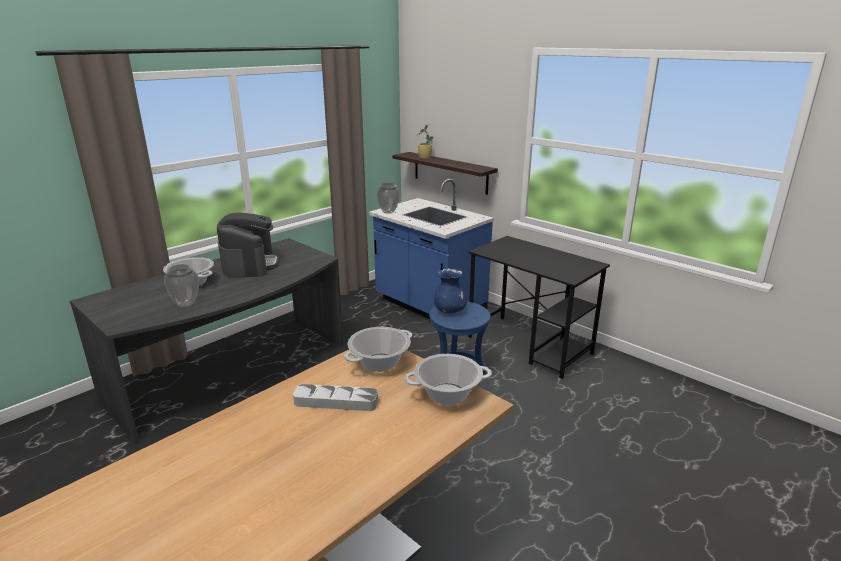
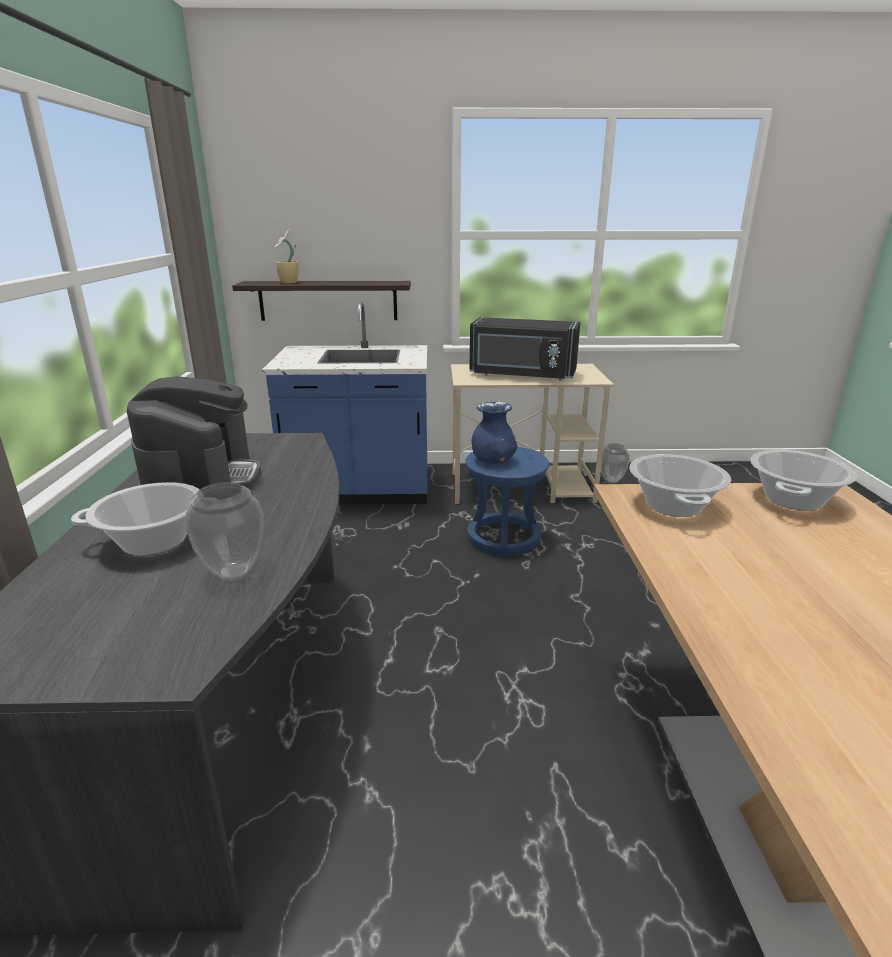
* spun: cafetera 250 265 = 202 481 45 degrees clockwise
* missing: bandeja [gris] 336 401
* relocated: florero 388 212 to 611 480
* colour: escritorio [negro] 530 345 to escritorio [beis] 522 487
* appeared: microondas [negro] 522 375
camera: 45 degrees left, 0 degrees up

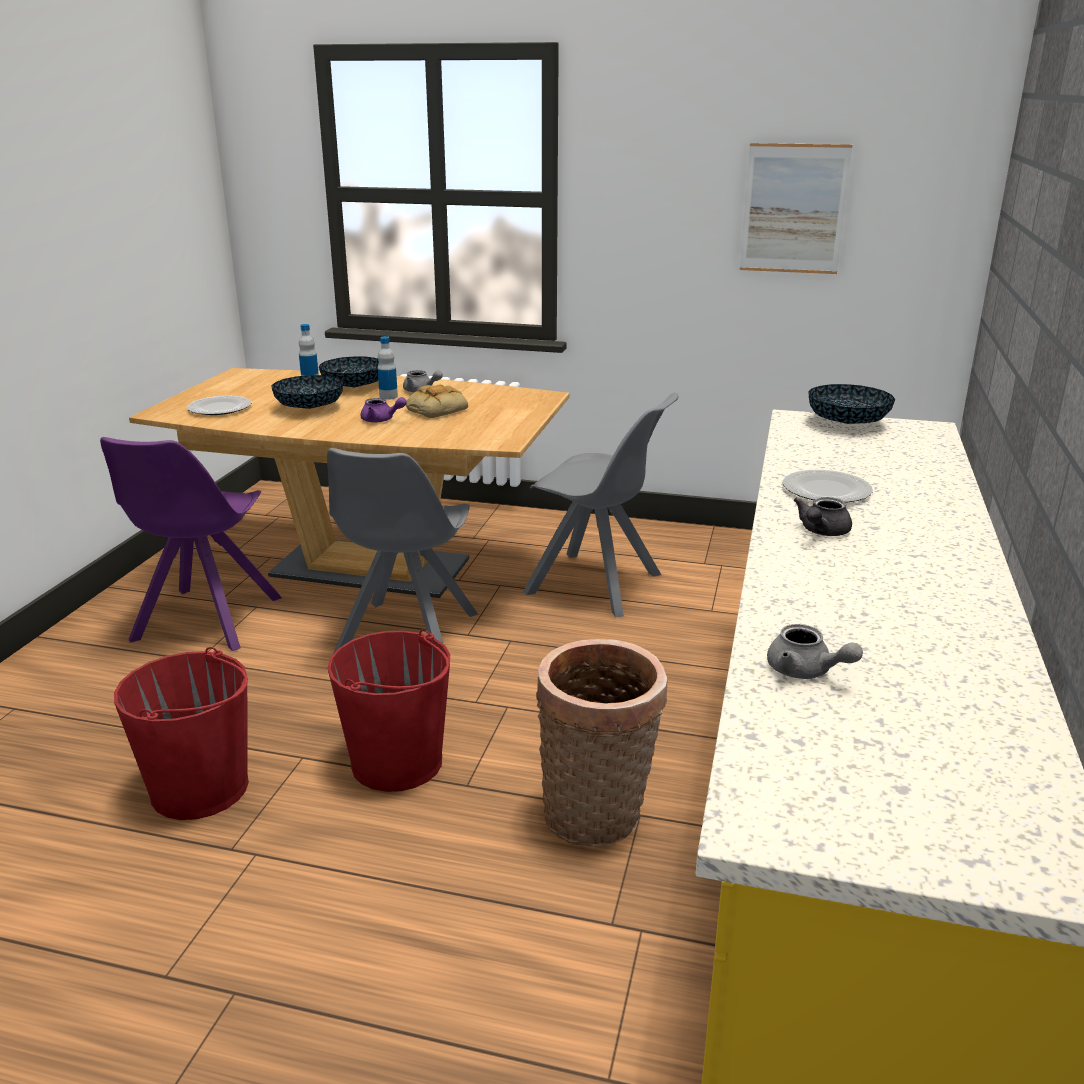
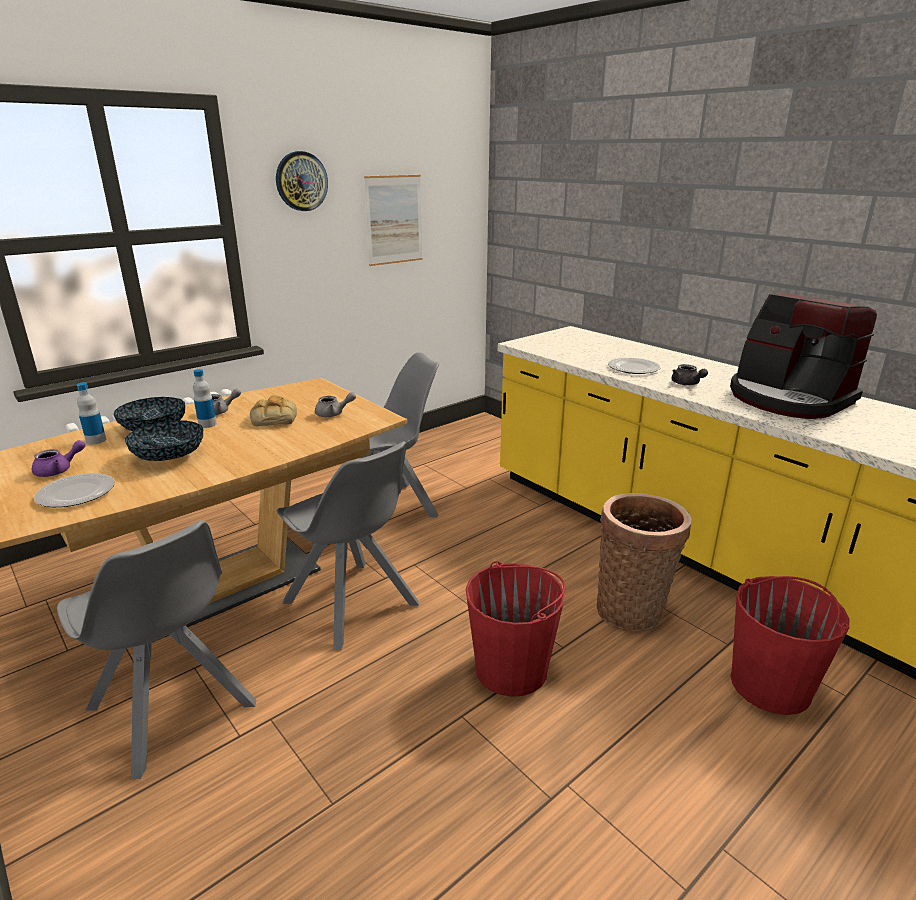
* colour: silla [morado] 205 621 to silla [gris] 173 709
* relocated: cubo [rojo] 201 788 to 771 685
* relocated: tetera [morado] 381 420 to 59 470
* relocated: tetera [gris] 806 671 to 333 414
* missing: cuenco 847 423
* appeared: reloj de pared 301 181
* appeared: cafetera 788 399
camera: 55 degrees left, 0 degrees up

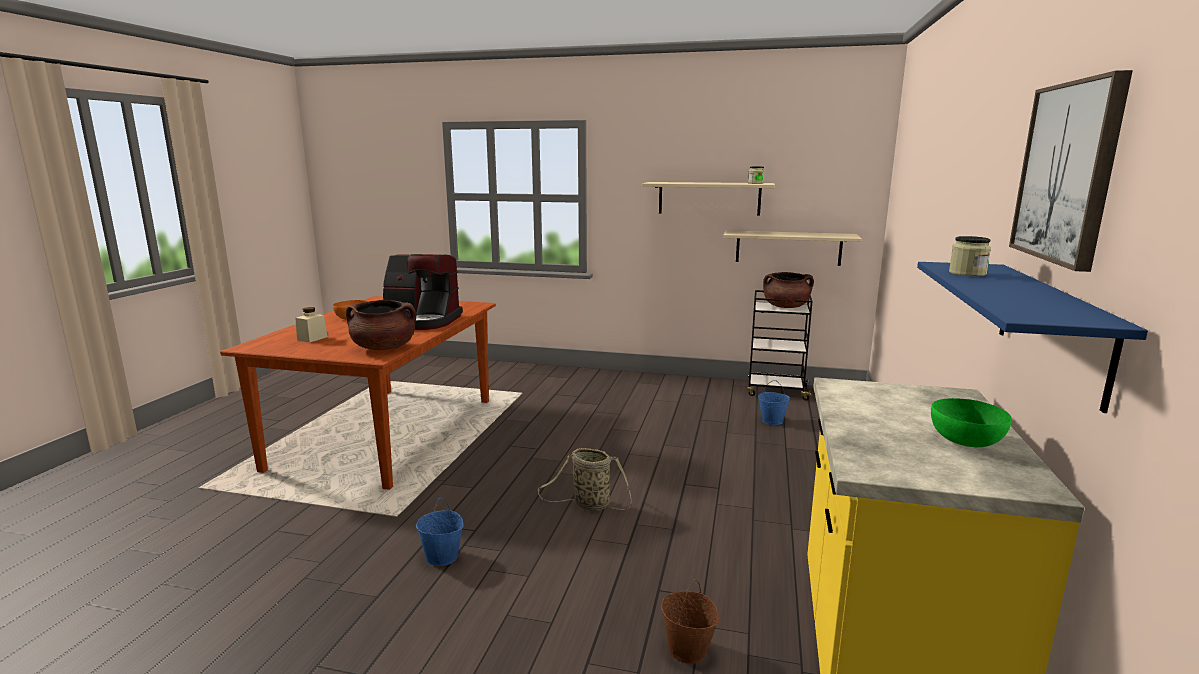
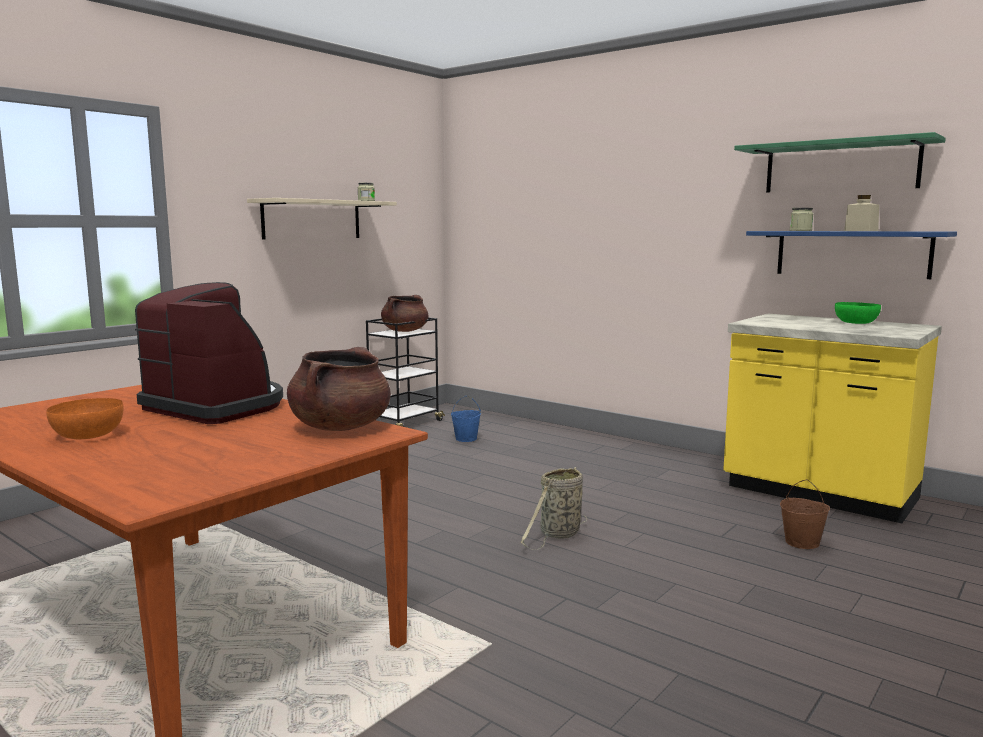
* relocated: tarro [beis] 312 338 to 861 230
* spun: cafetera 421 321 = 217 406 90 degrees counterclockwise
* missing: cubo [azul] 442 557
* missing: estante [beis] 788 247
* exchanged: cuadro 1068 172 to estante [verde] 840 167
camera: 65 degrees left, 5 degrees down

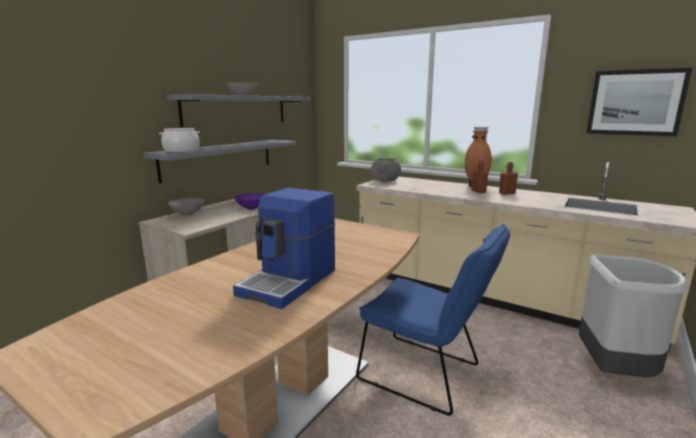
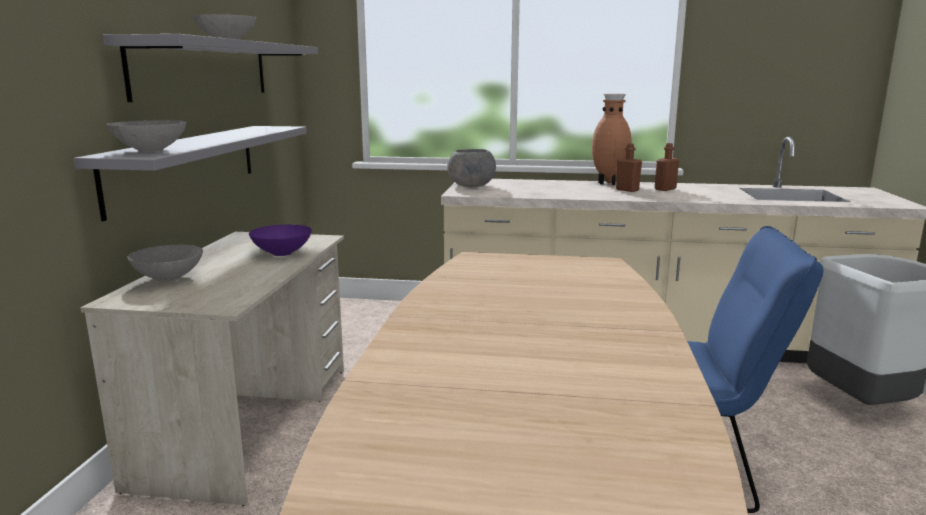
* exchanged: olla 182 150 to cuenco [gris] 151 150
* missing: cafetera 290 282
* missing: cuadro 635 102
camera: 25 degrees left, 0 degrees up

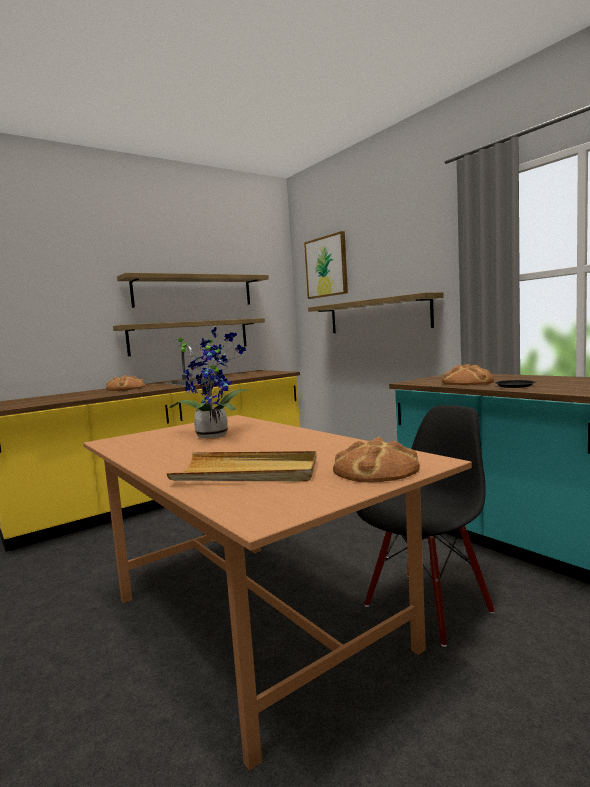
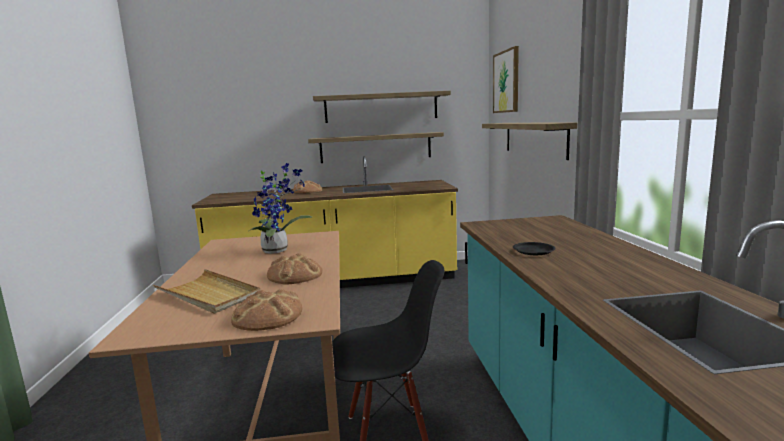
* relocated: pan 467 382 to 295 274
camera: 30 degrees right, 5 degrees up

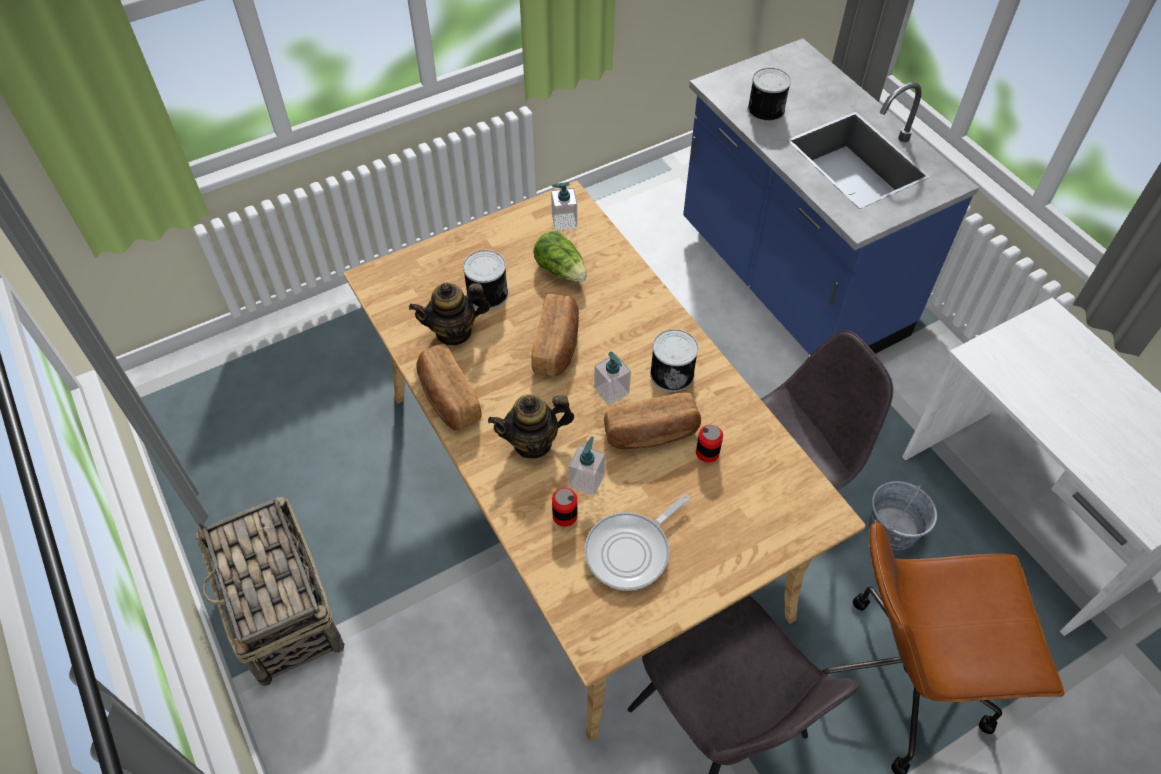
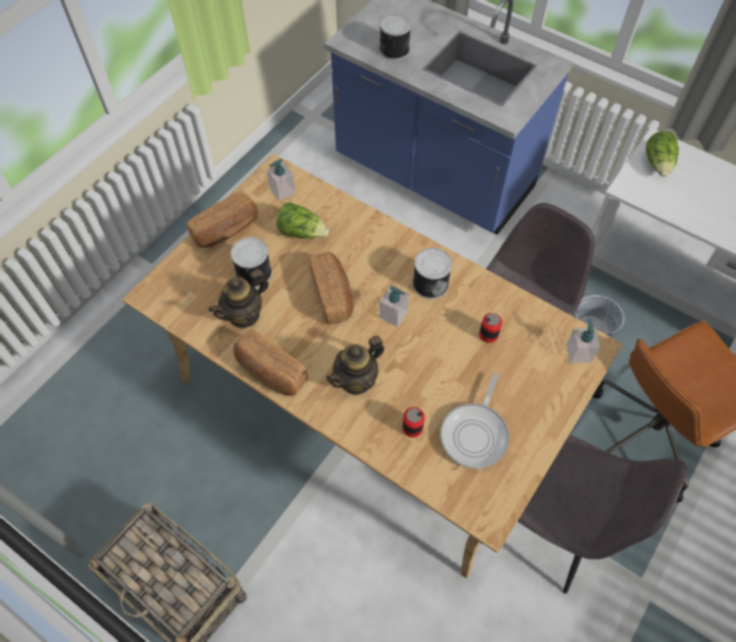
* relocated: dispensador de jabón 586 480 to 578 353
* relocated: pan 651 434 to 226 230
* appeared: lechuga 658 163
camera: 25 degrees left, 5 degrees up

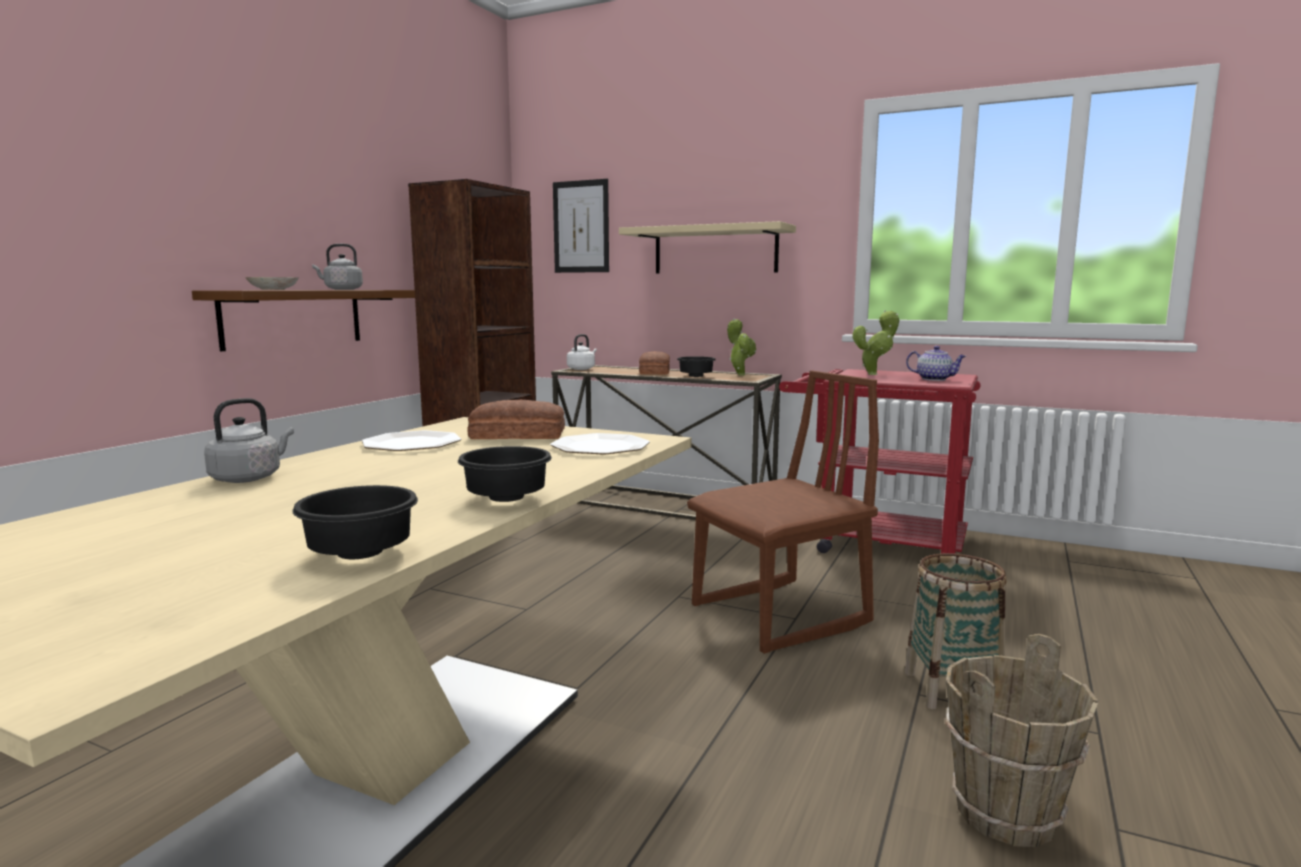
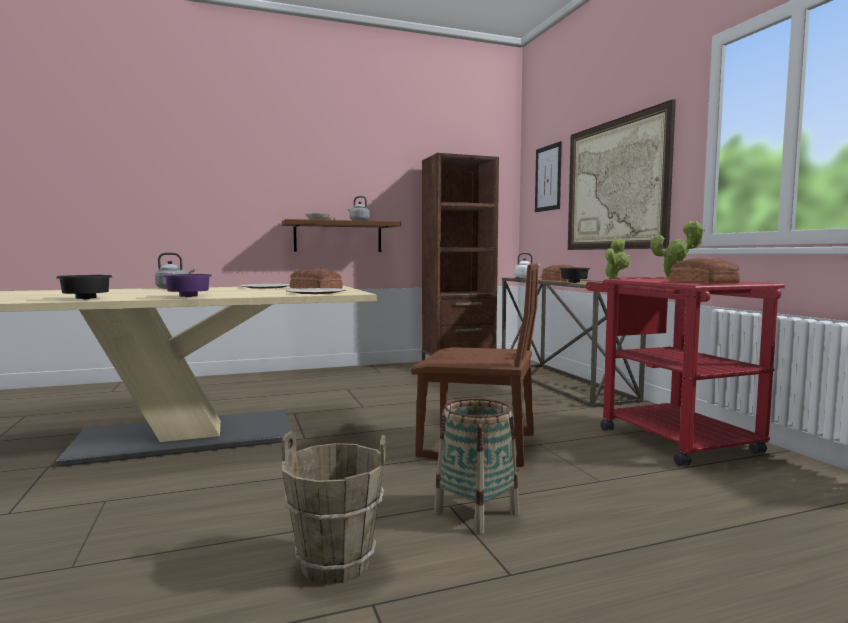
* colour: cuenco [negro] 504 499 to cuenco [morado] 186 297
* exchanged: estante [beis] 715 250 to cuadro 615 185
* exchanged: tetera 934 379 to pan 703 282
camera: 45 degrees right, 5 degrees down

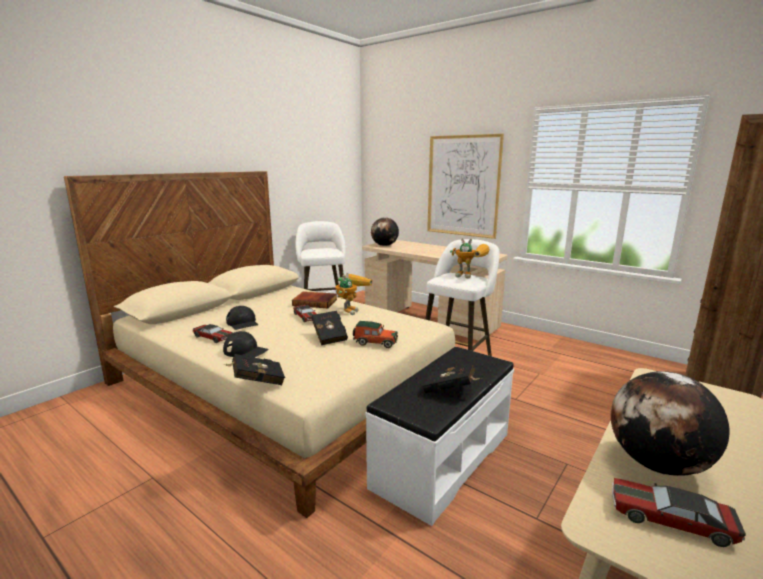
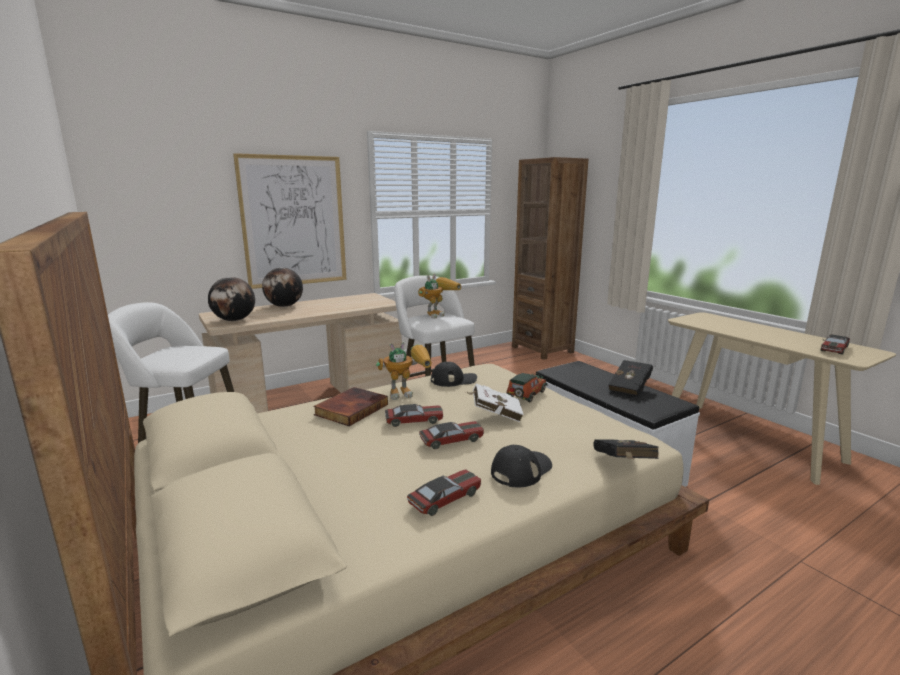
* relocated: gorra [negro] 242 323 to 453 380
* colour: libro [negro] 329 336 to libro [blanco] 494 414
* spun: robot de juguete 350 310 = 408 393 120 degrees clockwise
* relocated: globo terráqueo 657 464 to 284 306
* appeared: coche de juguete 452 440
camera: 70 degrees left, 0 degrees up

